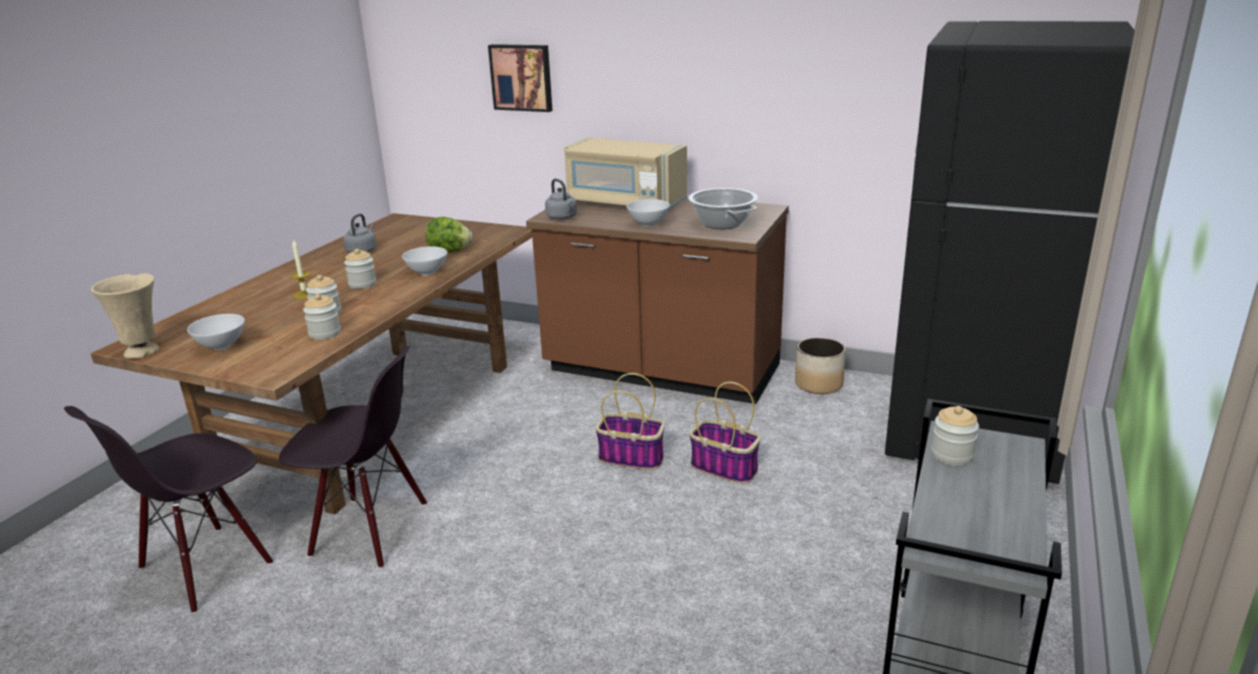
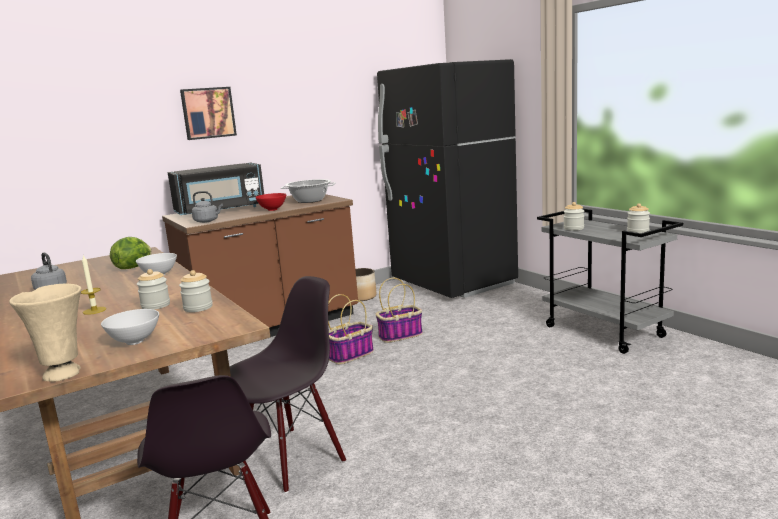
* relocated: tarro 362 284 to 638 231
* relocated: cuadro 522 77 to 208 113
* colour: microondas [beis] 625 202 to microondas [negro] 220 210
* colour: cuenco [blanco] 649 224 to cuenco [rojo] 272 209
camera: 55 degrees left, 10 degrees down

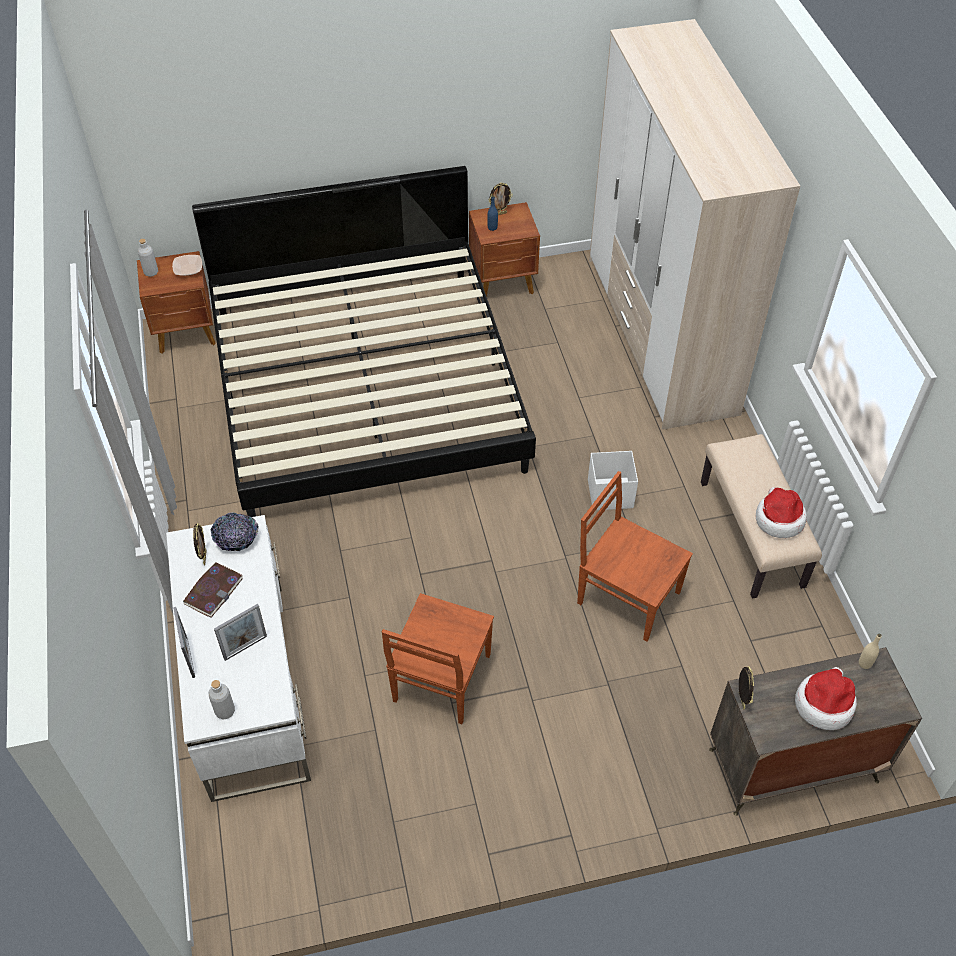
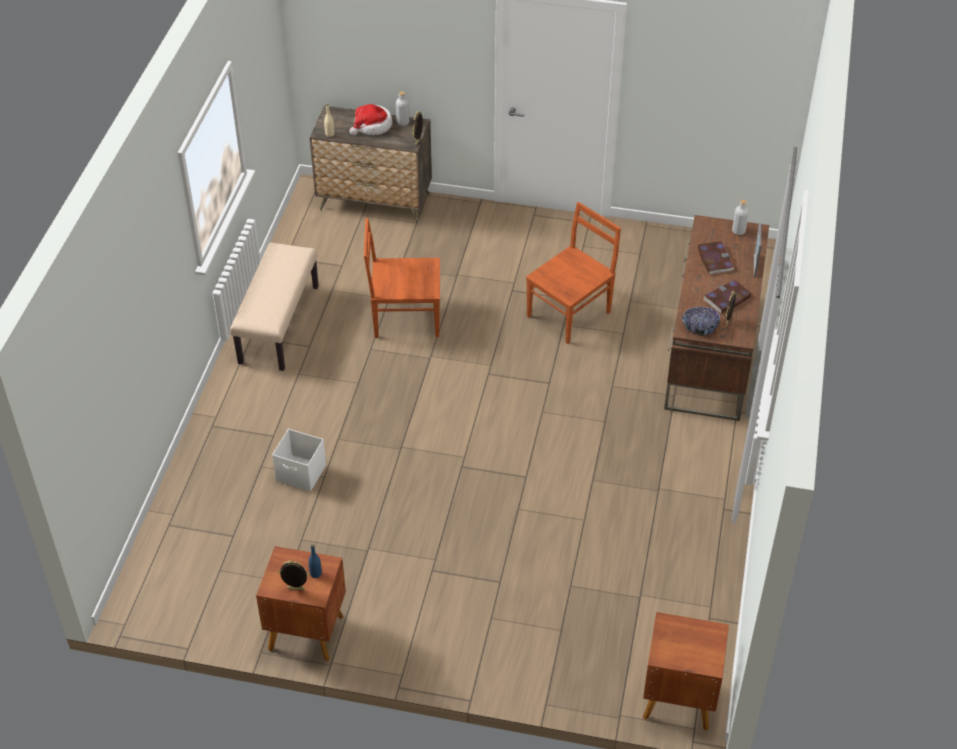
* relocated: botella [gris] 151 272 to 403 122
* colour: escritorio [blanco] 248 687 to escritorio [marrón] 711 353
* missing: cuenco 188 270
* missing: cama 366 387
* exchanged: portarretratos 245 647 to libro 714 259
* spun: silla [marrón] 626 596 = 405 317 120 degrees clockwise
* relocated: caja de almacenaje [blanco] 609 494 to 301 474
* missing: armario ropero 659 334
* missing: sombrero 778 519
camera: 155 degrees left, 5 degrees down

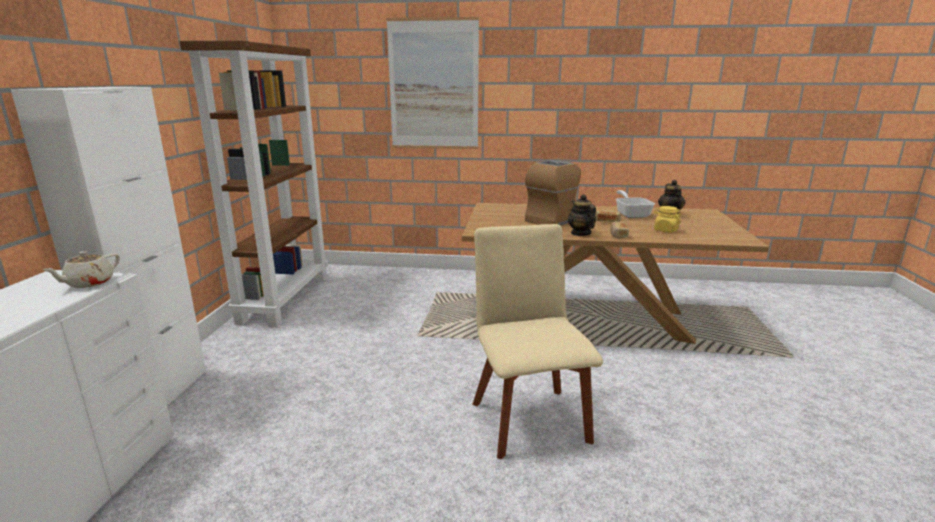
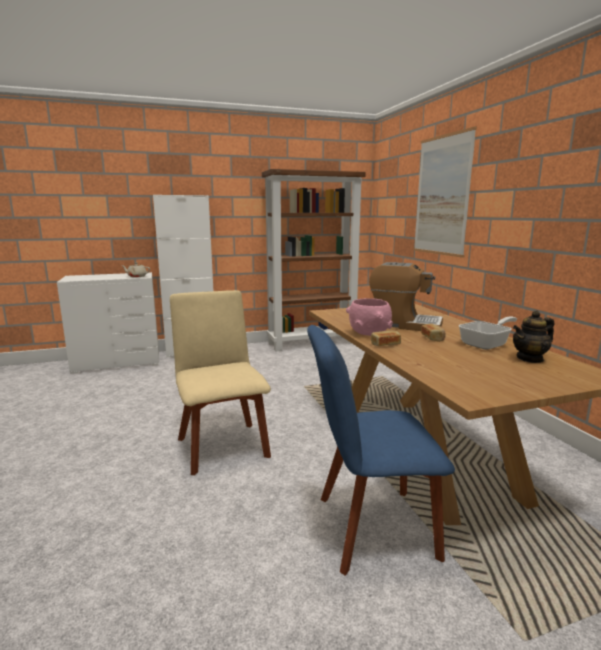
* spun: silla [beis] 528 417 = 222 445 75 degrees counterclockwise
* exchanged: tetera 580 233 to cuenco [rosa] 368 334
* missing: tarro [amarillo] 665 230
* appeared: silla [azul] 369 528
camera: 65 degrees right, 5 degrees down

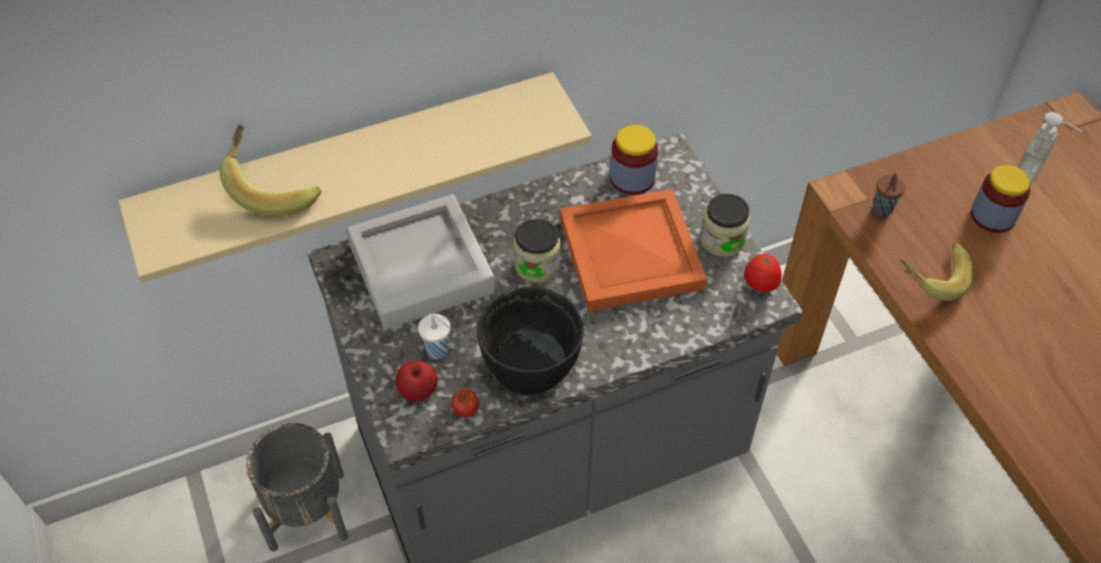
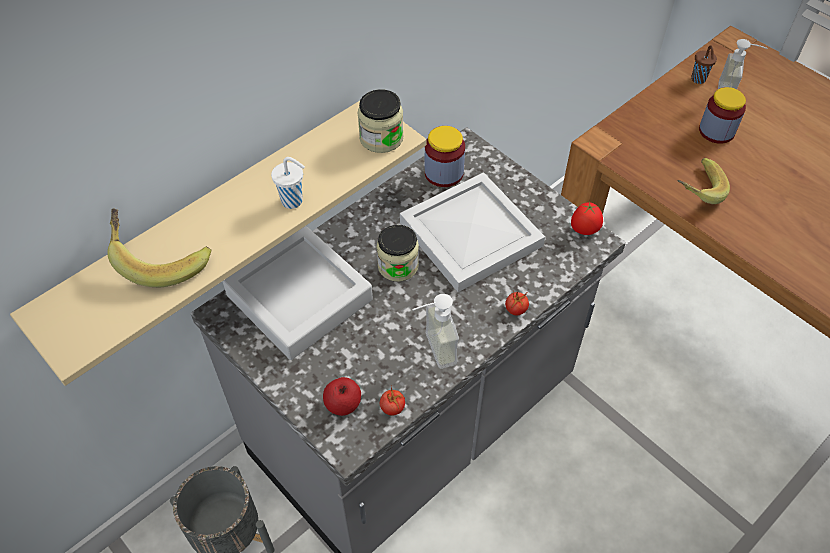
* relocated: taza [blanco] 438 351 to 293 201
* exchanged: cuenco [negro] 532 364 to dispensador de jabón 431 350
* colour: bandeja [naranja] 632 251 to bandeja [blanco] 471 232
* relocated: tarro 722 240 to 381 138
* relocated: taza [marrón] 882 210 to 698 80
* appeared: tomate 516 310
camera: 20 degrees left, 0 degrees up

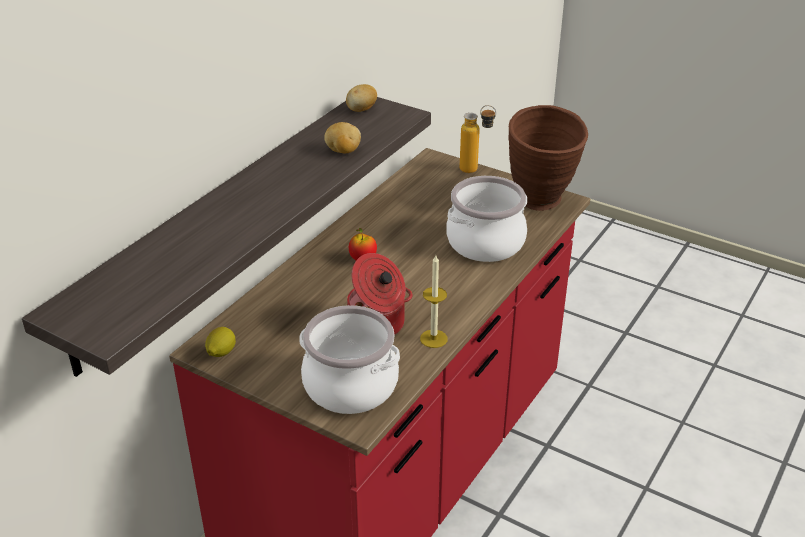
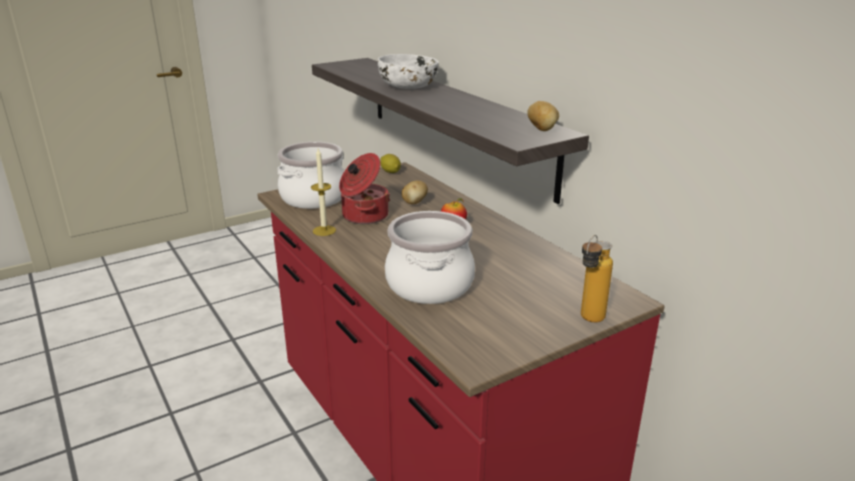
* relocated: patata 343 151 to 414 203
* missing: florero [marrón] 541 204
* appeared: cuenco [blanco] 408 86
camera: 115 degrees right, 10 degrees down

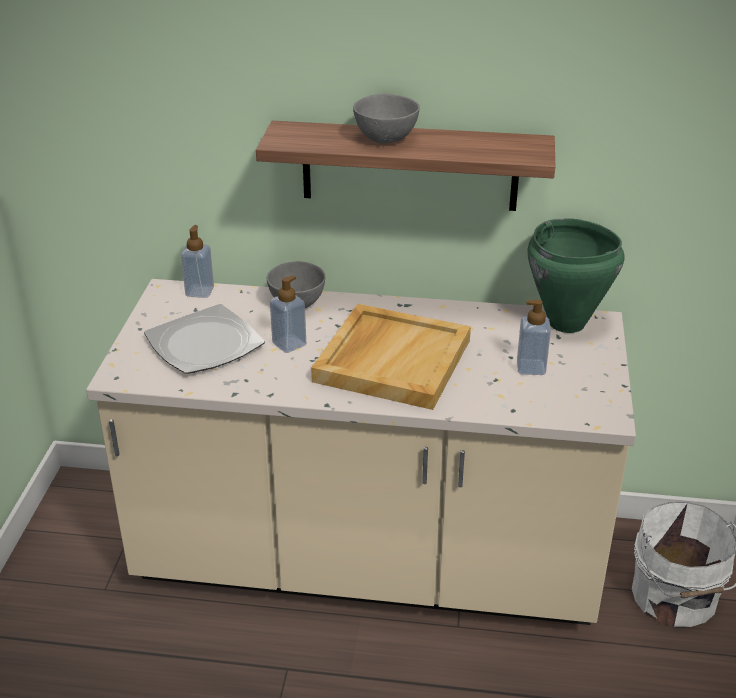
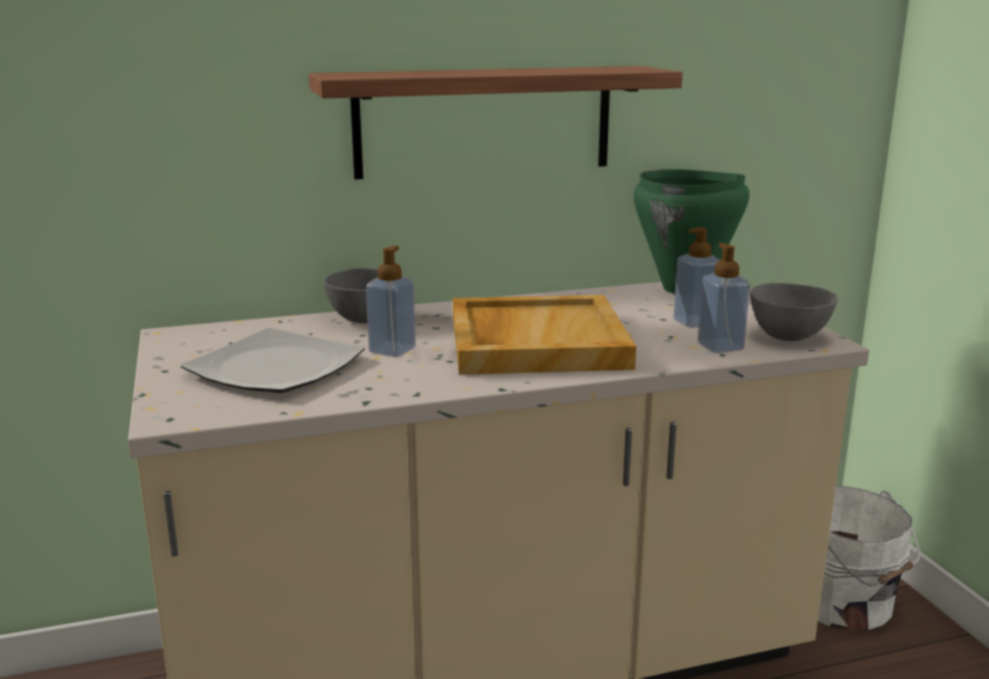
* relocated: dispensador de jabón 199 291 to 720 346
* relocated: cuenco [gris] 387 139 to 790 337
camera: 25 degrees left, 15 degrees down

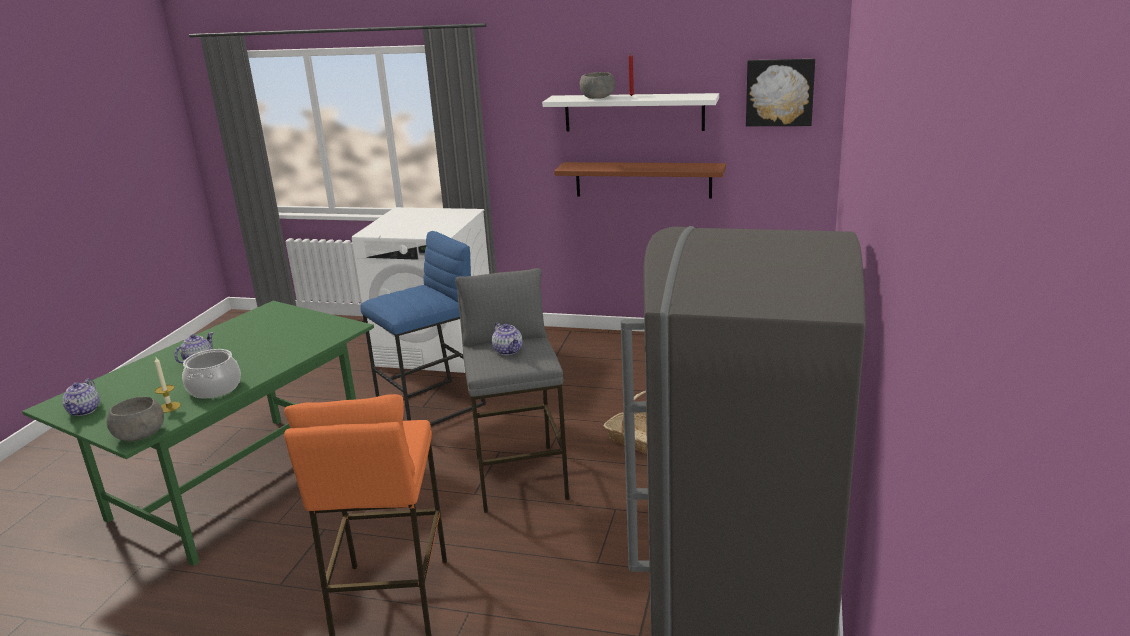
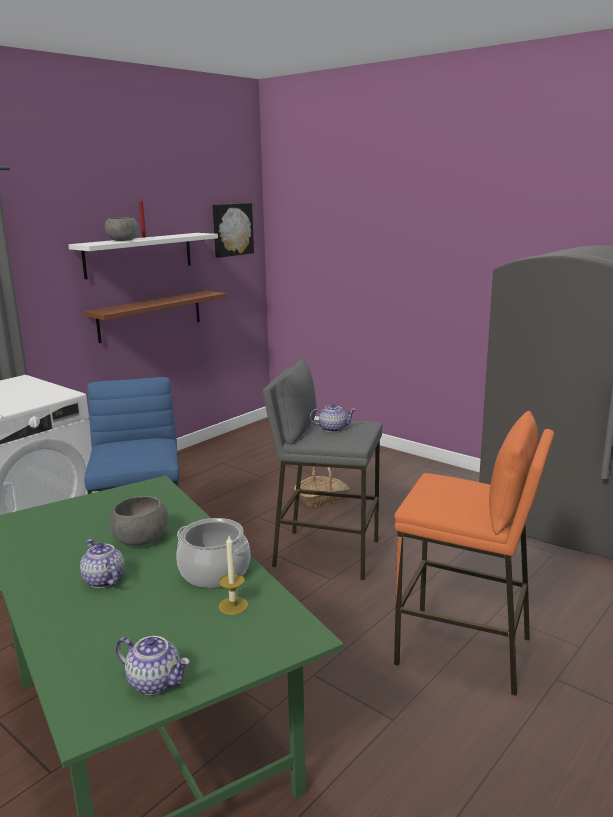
* relocated: cuenco [gris] 141 434 to 140 539
camera: 65 degrees left, 5 degrees down

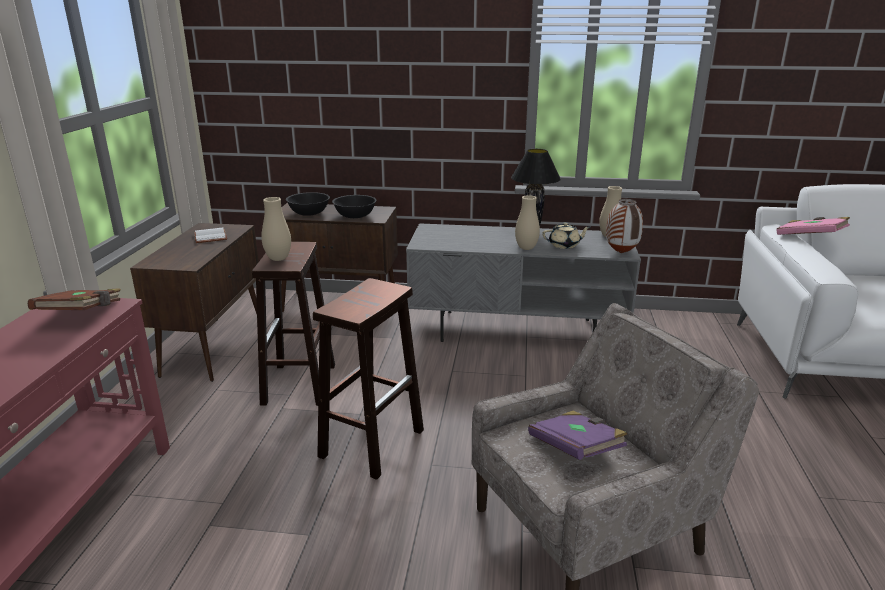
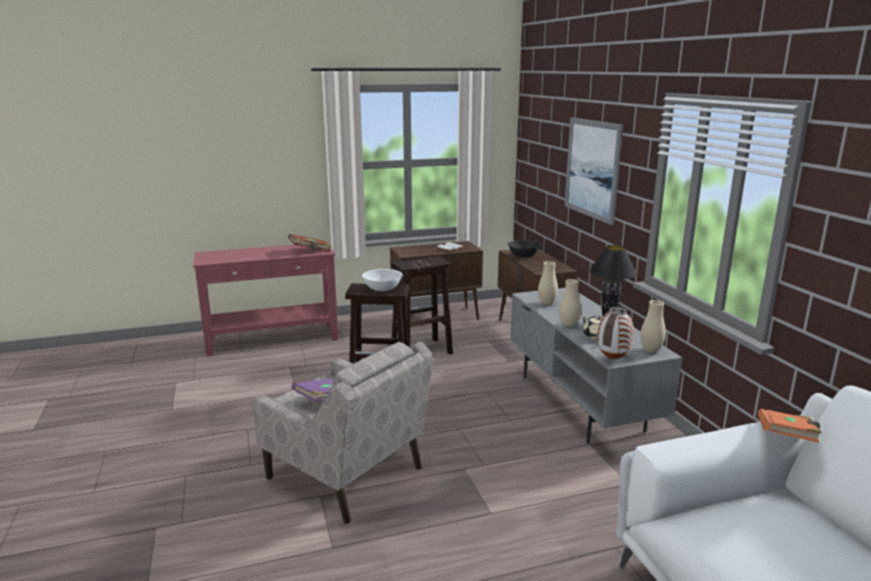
* relocated: florero [beis] 278 259 to 547 303
* missing: cuenco [negro] 355 216
* colour: libro [rosa] 810 238 to libro [naranja] 786 438
* appeared: cuenco [blanco] 382 289
* appeared: cuadro 592 169
camera: 65 degrees right, 5 degrees down

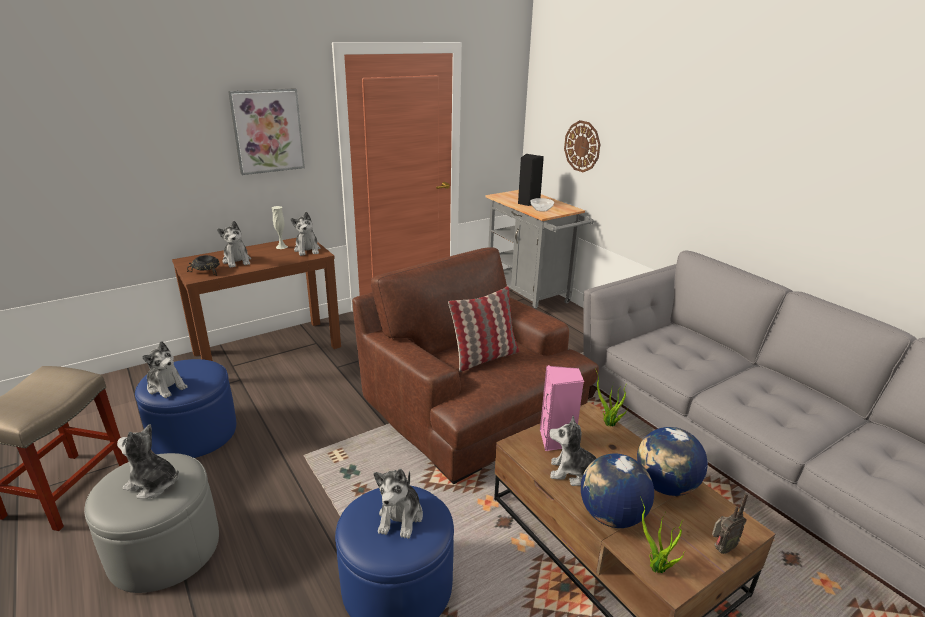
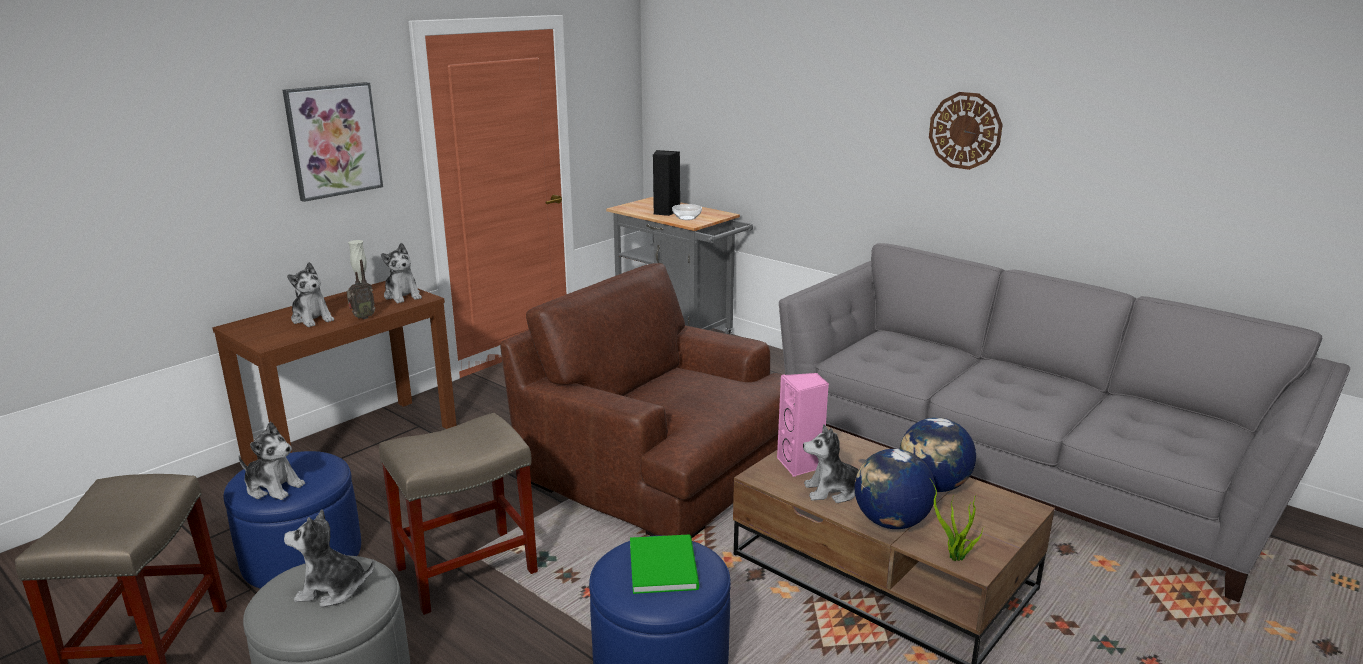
* missing: cuenco [negro] 206 271
* exchanged: peluche 400 517 to libro [verde] 665 564
* missing: cojín 484 357
* relocated: reloj de pared 582 146 to 965 130
* missing: planta en maceta 608 424
* relocated: radio 721 548 to 362 317
* appeared: taburete [beis] 468 569
camera: 15 degrees left, 5 degrees down

